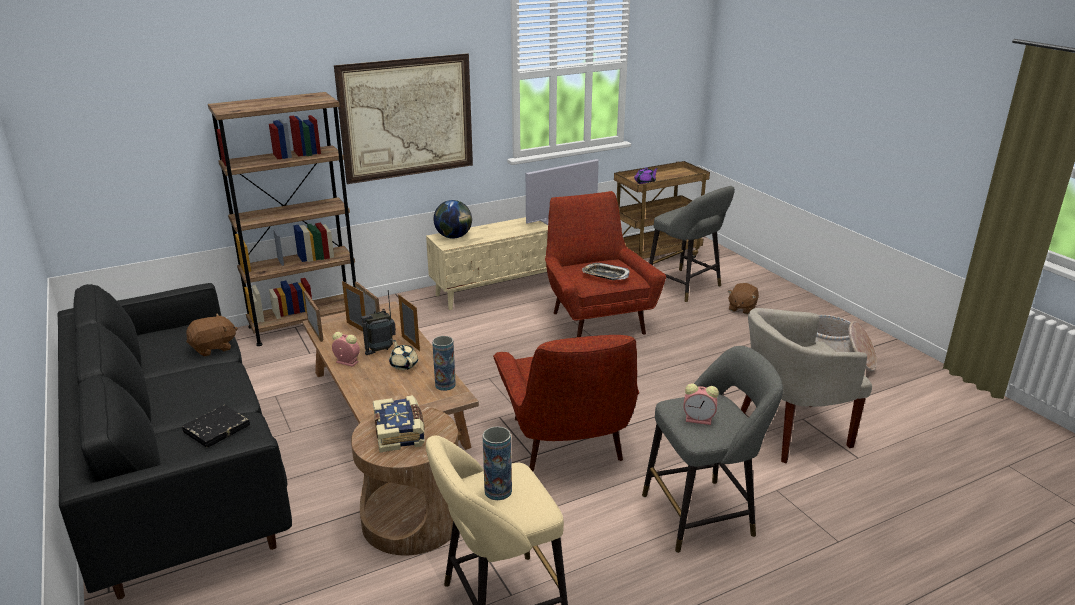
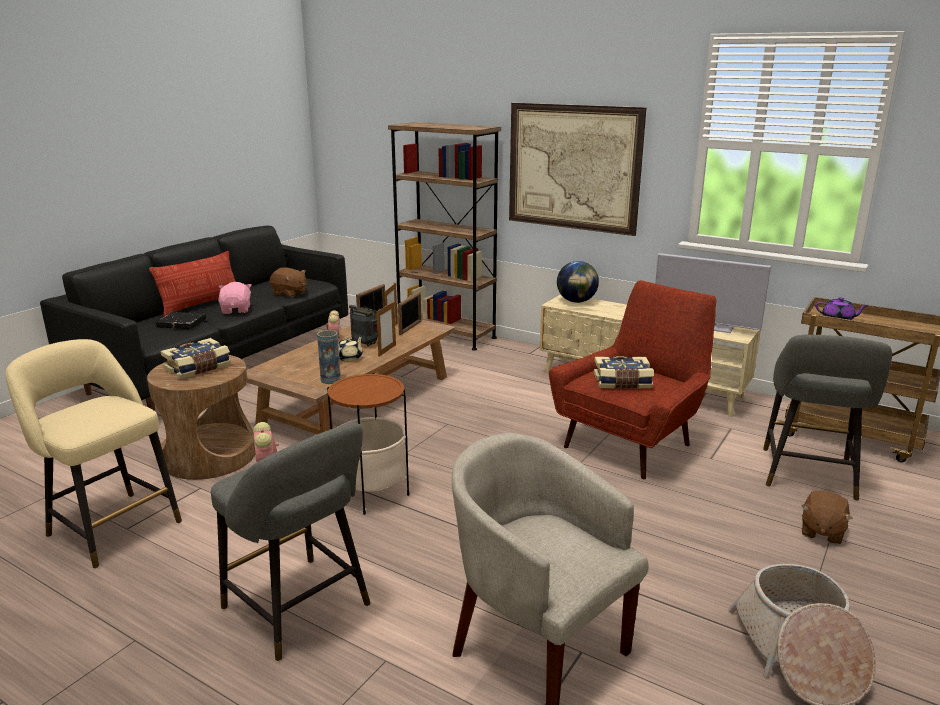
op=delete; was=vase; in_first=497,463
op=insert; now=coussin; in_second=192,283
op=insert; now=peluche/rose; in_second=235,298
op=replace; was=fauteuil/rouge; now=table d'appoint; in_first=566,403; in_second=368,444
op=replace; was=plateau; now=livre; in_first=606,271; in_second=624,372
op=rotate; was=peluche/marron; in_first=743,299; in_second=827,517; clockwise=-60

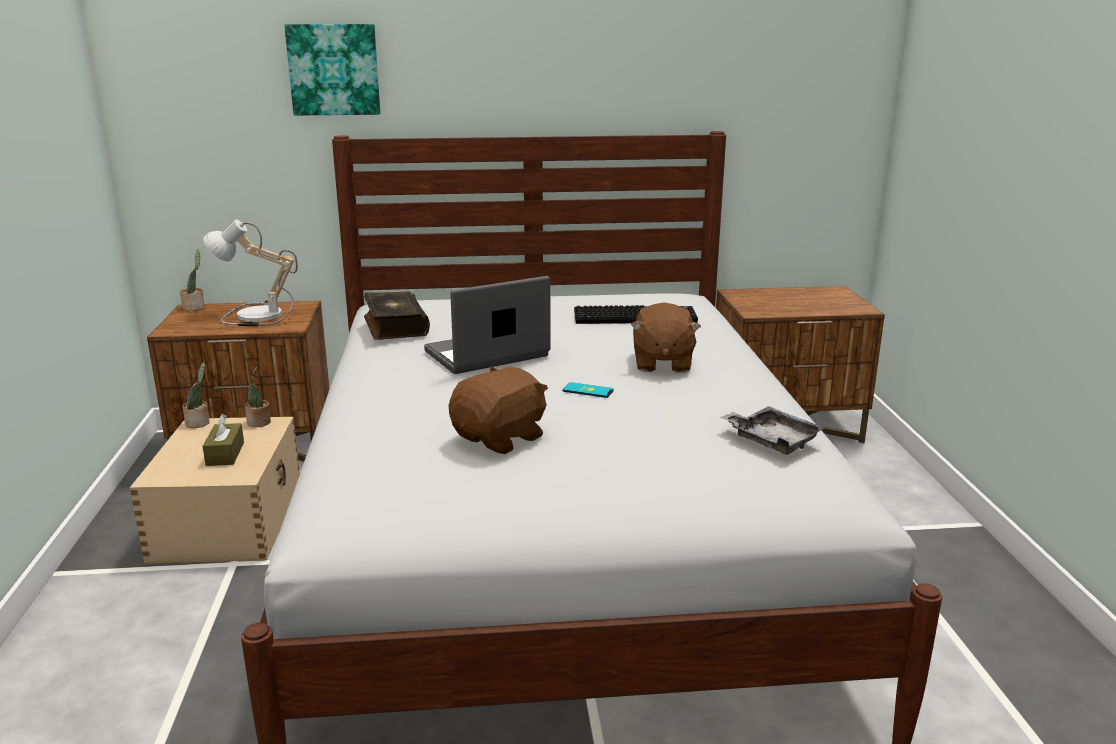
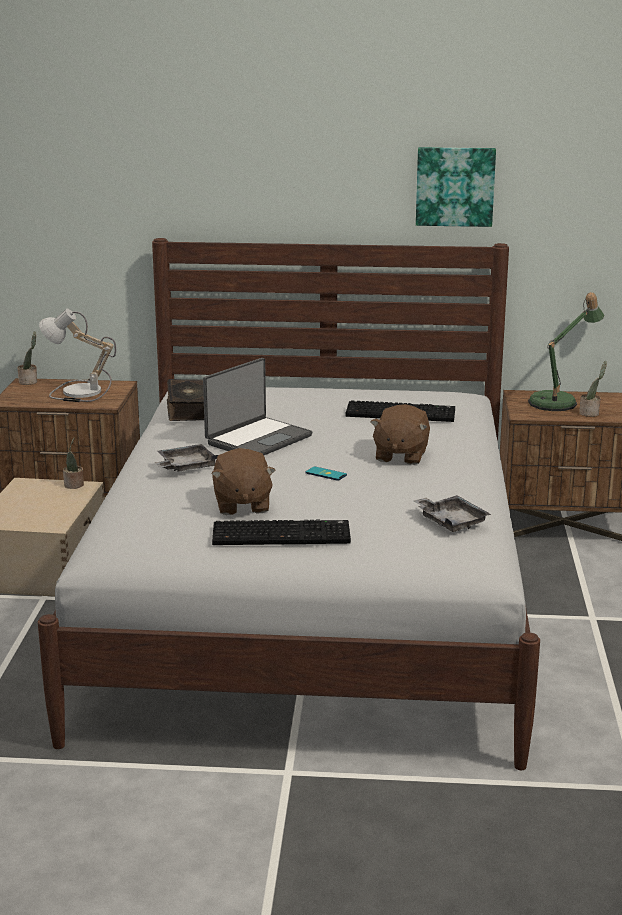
op=delete; was=boîte à mouchoirs/marron; in_first=223,440
op=insert; now=plateau/gris; in_second=186,458
op=insert; now=clavier; in_second=281,532
op=insert; now=lampe de table; in_second=566,351
op=move; was=plante en pot; in_first=196,395; in_second=593,389
op=move; was=tableau; in_first=332,70; in_second=456,187
op=rotate; was=ordinateur portable; in_first=487,325; in_second=257,406; clockwise=150
op=rotate; was=peluche/marron; in_first=498,410; in_second=243,481; clockwise=120

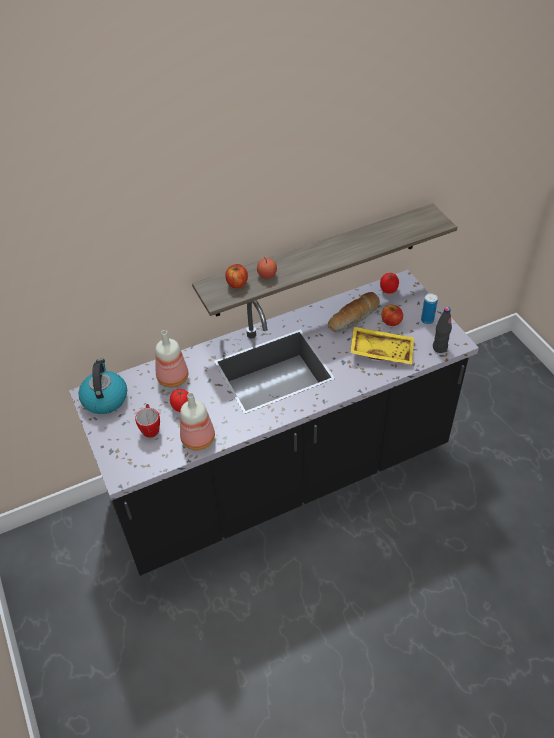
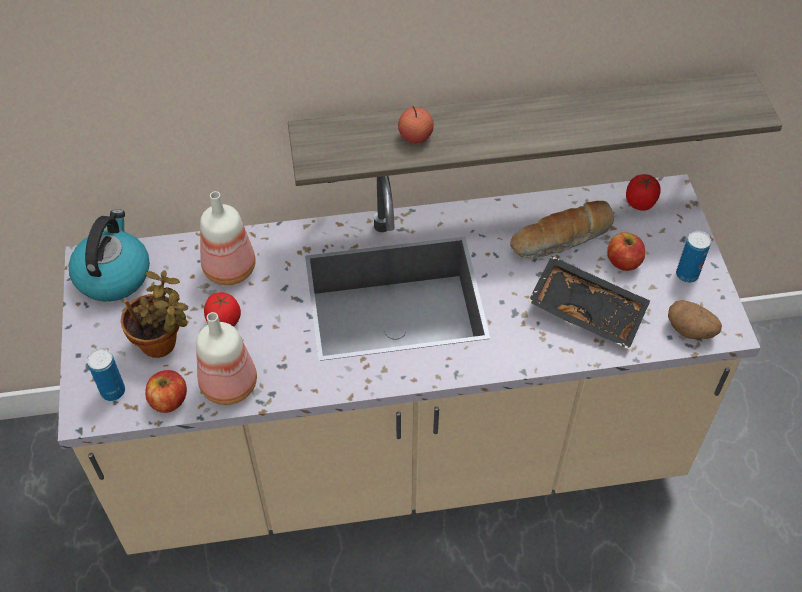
op=insert; now=boîte métallique; in_second=106,374
op=move; was=pomme; in_first=237,276; in_second=166,391
op=replace; was=mug; now=plante en pot; in_first=147,421; in_second=154,314
op=replace; was=bouteille/noir; now=pomme de terre; in_first=442,330; in_second=695,319
op=recolor; was=comptoir de cuisine/noir; now=comptoir de cuisine/beige; in_first=274,423; in_second=409,364
op=recolor; was=plateau/jaune; now=plateau/noir; in_first=382,346; in_second=589,302

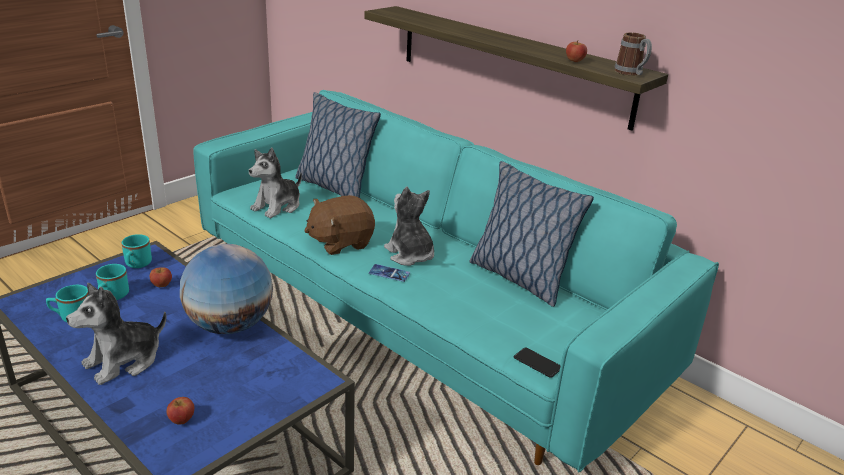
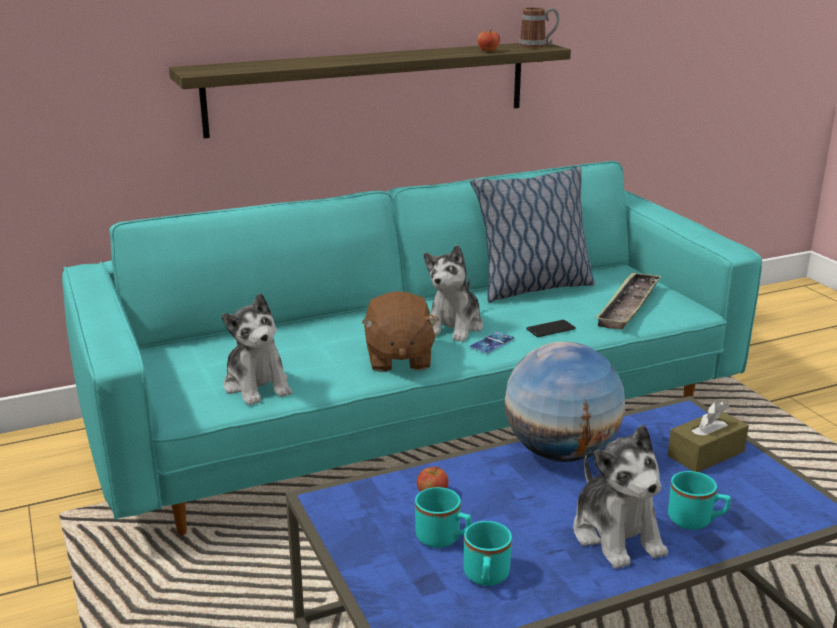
op=delete; was=pomme; in_first=180,411
op=delete; was=coussin; in_first=338,145
op=insert; now=plateau; in_second=628,301
op=insert; now=boîte à mouchoirs/marron; in_second=708,436
op=move; was=mug/turquoise; in_first=137,251; in_second=699,500
op=move; was=téléphone; in_first=537,363; in_second=551,328
op=rotate; was=peluche; in_first=409,226; in_second=453,293; clockwise=-60

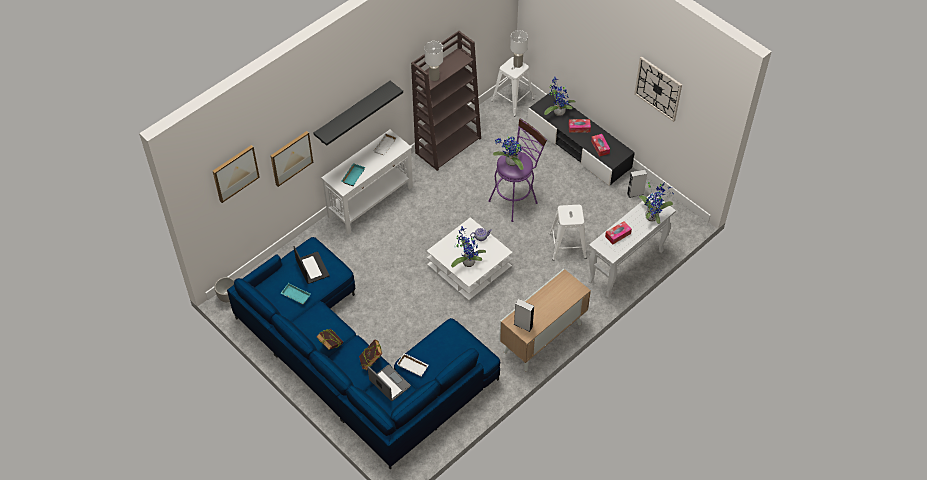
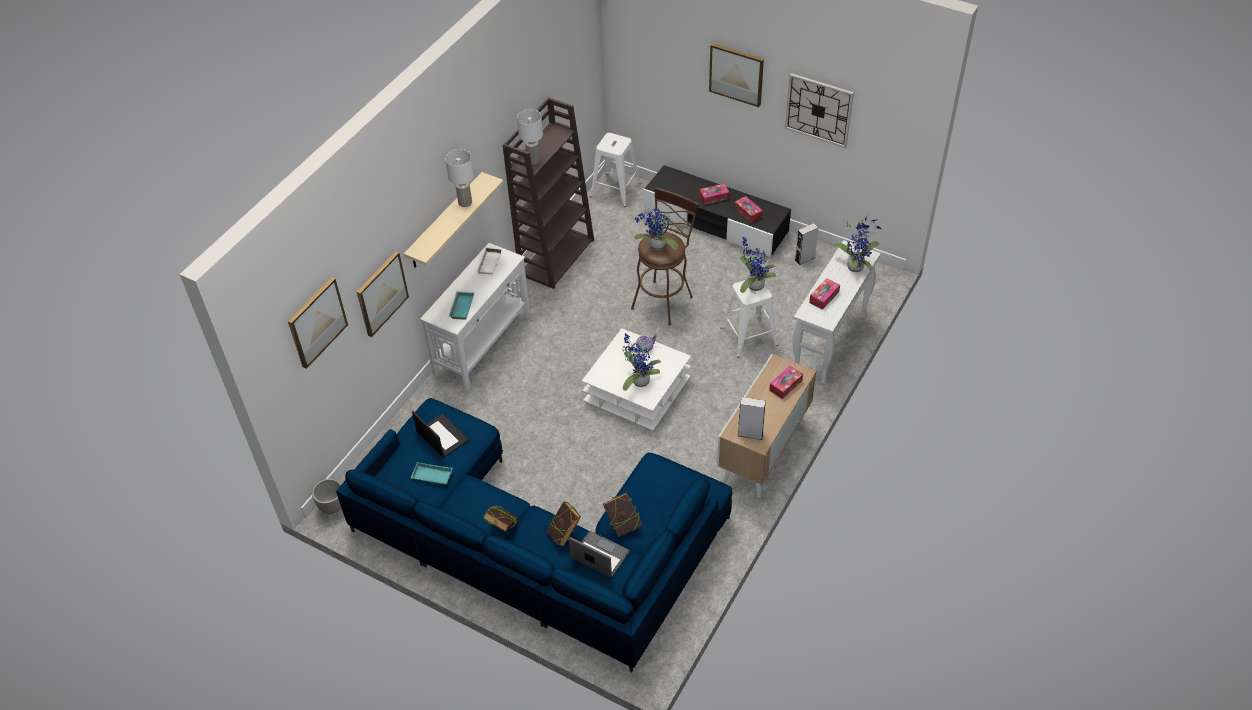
op=insert; now=tableau; in_second=736,75
op=insert; now=boîte à mouchoirs; in_second=786,382
op=move; was=lampe de table/blanc; in_first=519,49; in_second=459,178
op=move; was=plante en pot; in_first=560,96; in_second=757,265
op=replace; was=plateau/blanc; now=livre; in_first=413,365; in_second=622,514
op=recolor; was=étagère/noir; now=étagère/beige; in_first=358,113; in_second=454,220
op=recolor; was=tabouret/violet; now=tabouret/marron; in_first=517,170; in_second=665,256

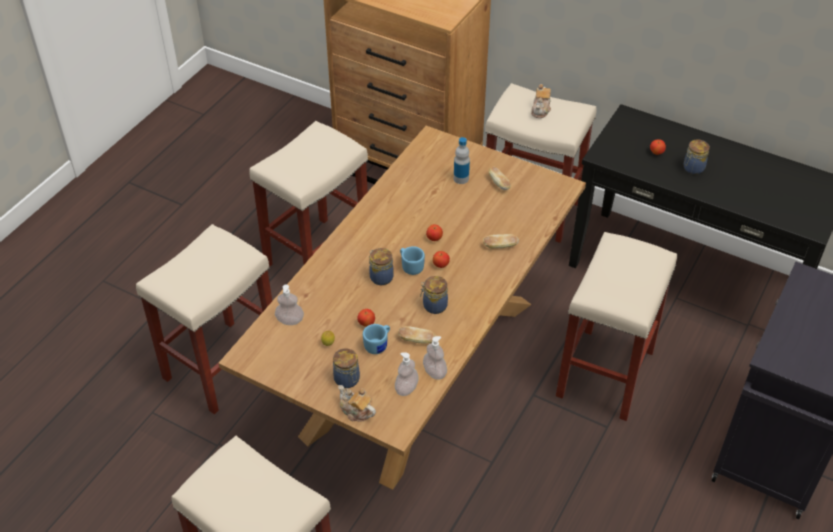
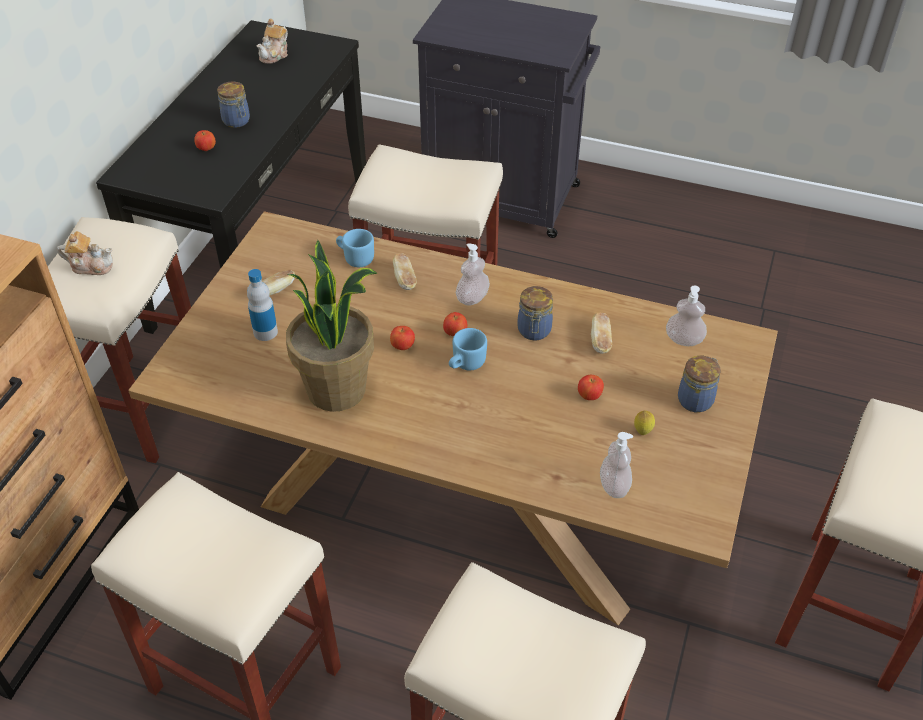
op=delete; was=bocal; in_first=381,266
op=insert; now=plante en pot; in_second=332,326
op=move; was=théière; in_first=357,403; in_second=272,41
op=move; was=mug/bleu; in_first=376,339; in_second=355,248
op=move; was=distributeur de savon; in_first=435,357; in_second=473,274

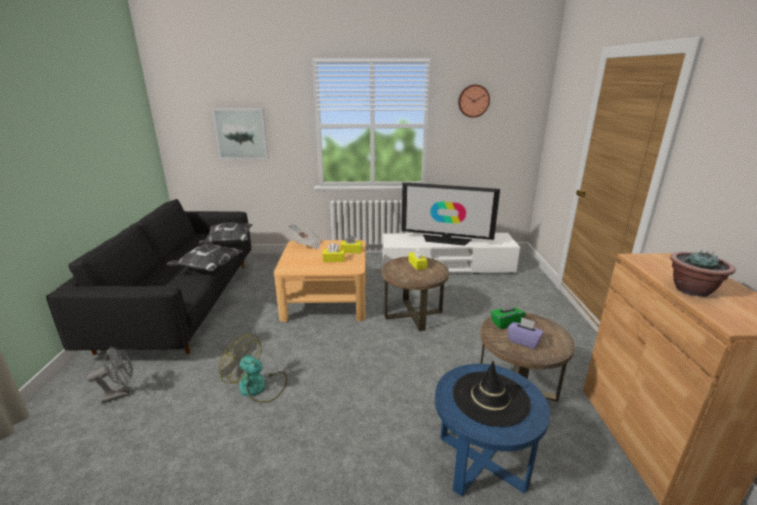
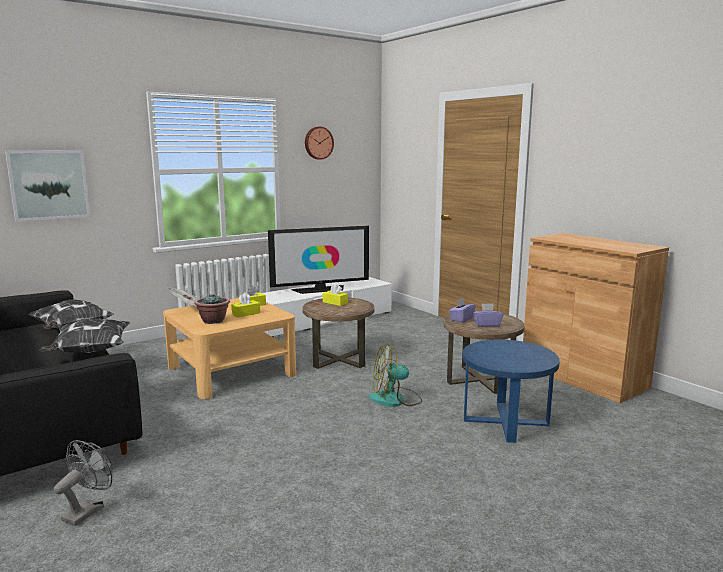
op=delete; was=chapeau/noir; in_first=492,394
op=move; was=ventilateur; in_first=253,368; in_second=395,375
op=move; was=plante en pot; in_first=703,273; in_second=212,308
op=recolor; was=boîte à mouchoirs/vert; now=boîte à mouchoirs/violet; in_first=508,315; in_second=462,310

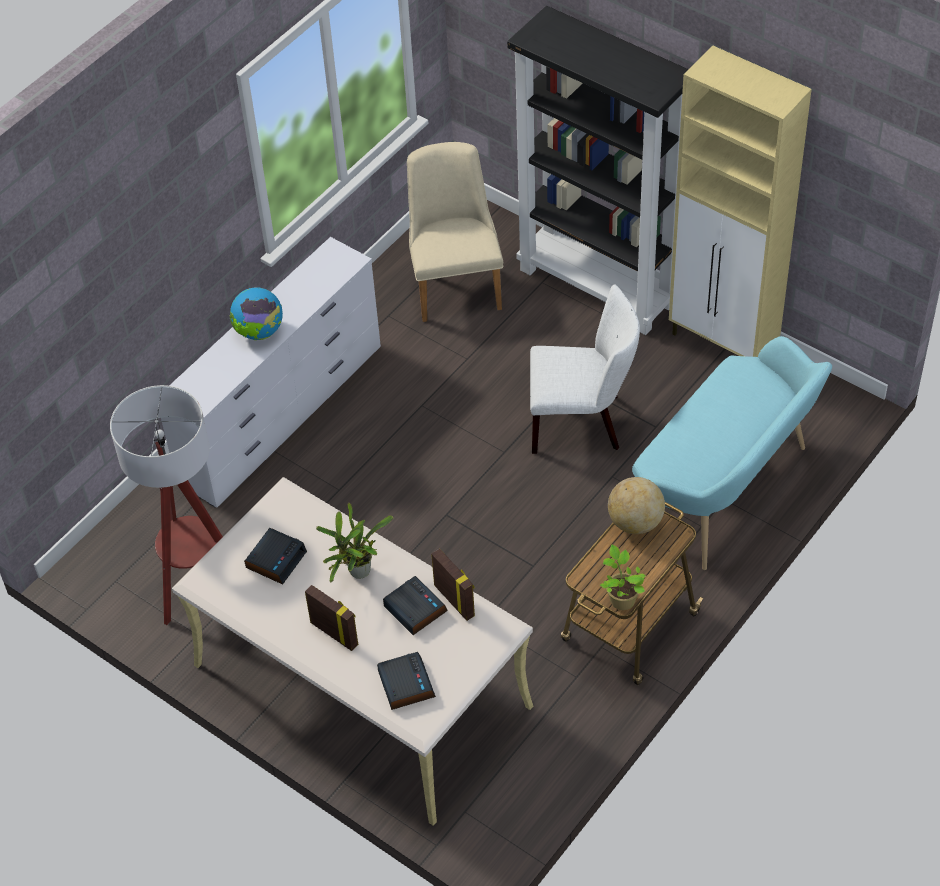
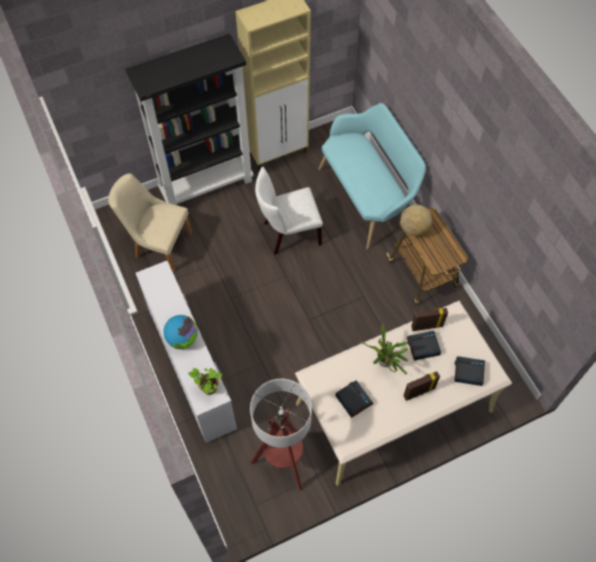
op=move; was=plante en pot; in_first=623,577; in_second=205,381
op=rotate; was=chaise/blanc; in_first=585,369; in_second=289,211; clockwise=-135

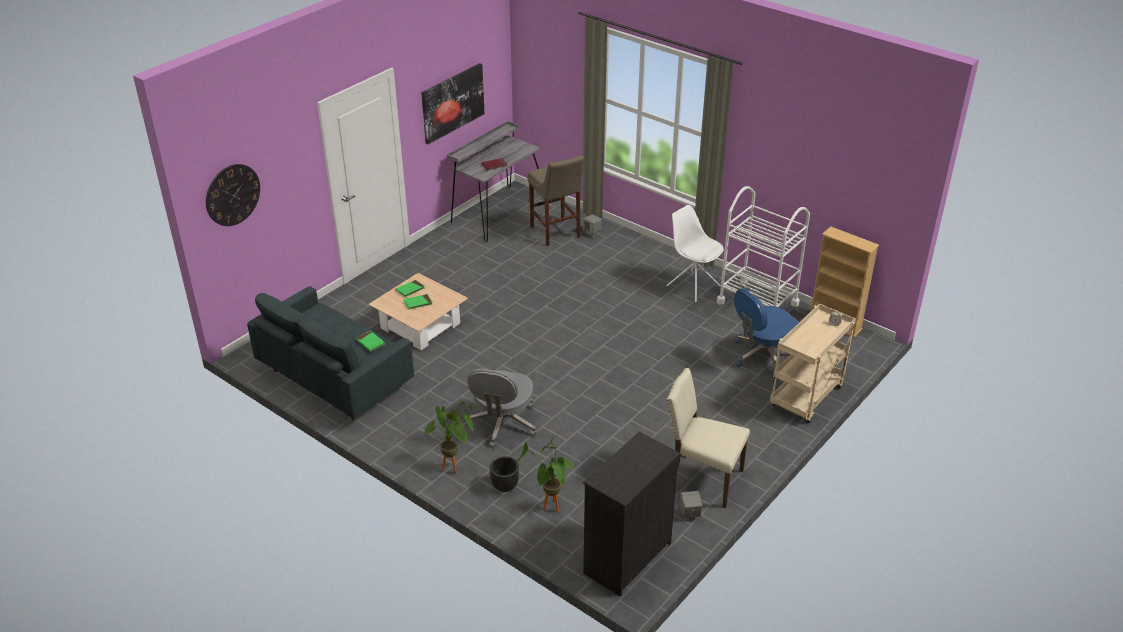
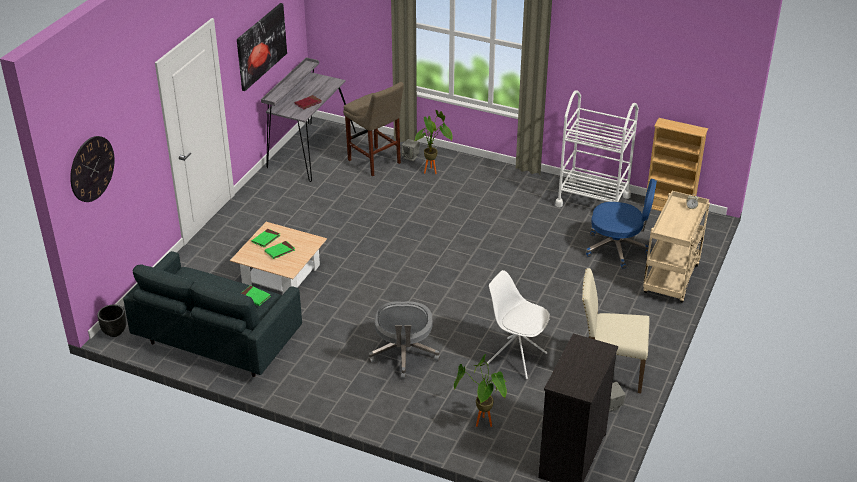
op=move; was=plante en pot; in_first=449,435; in_second=434,142
op=move; was=cache-pot/noir; in_first=504,474; in_second=111,321
op=move; was=chaise/blanc; in_first=695,253; in_second=518,324
op=rotate; was=chaise de bureau/bleu; in_first=766,327; in_second=621,224; clockwise=-120

